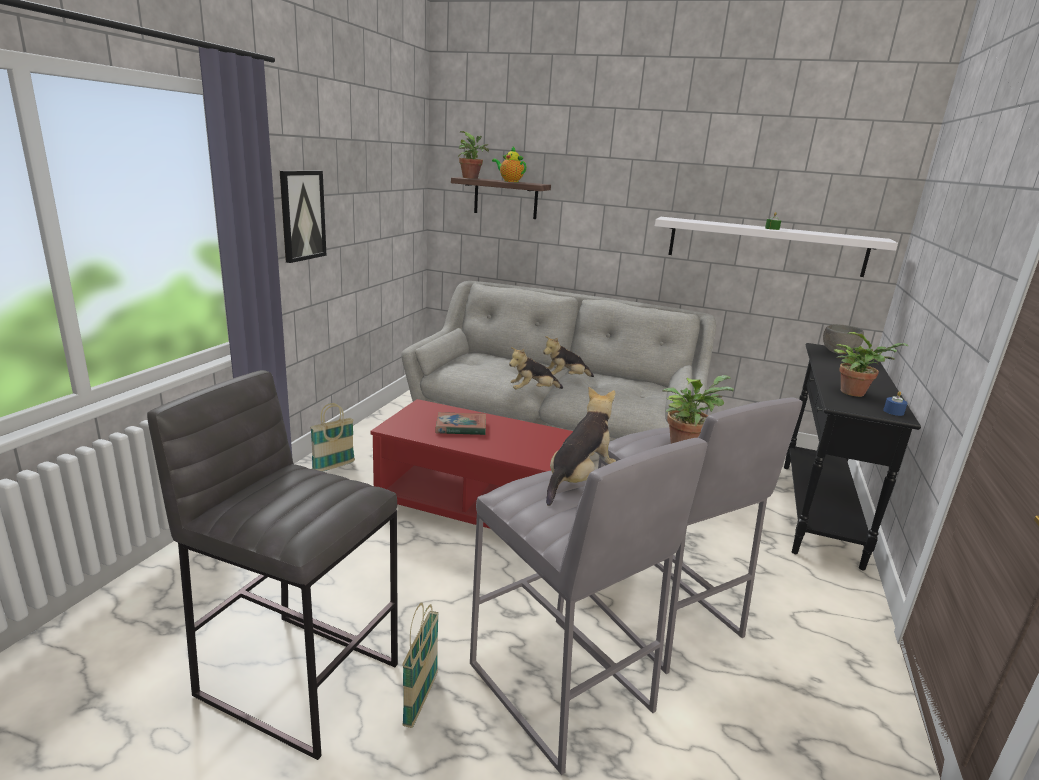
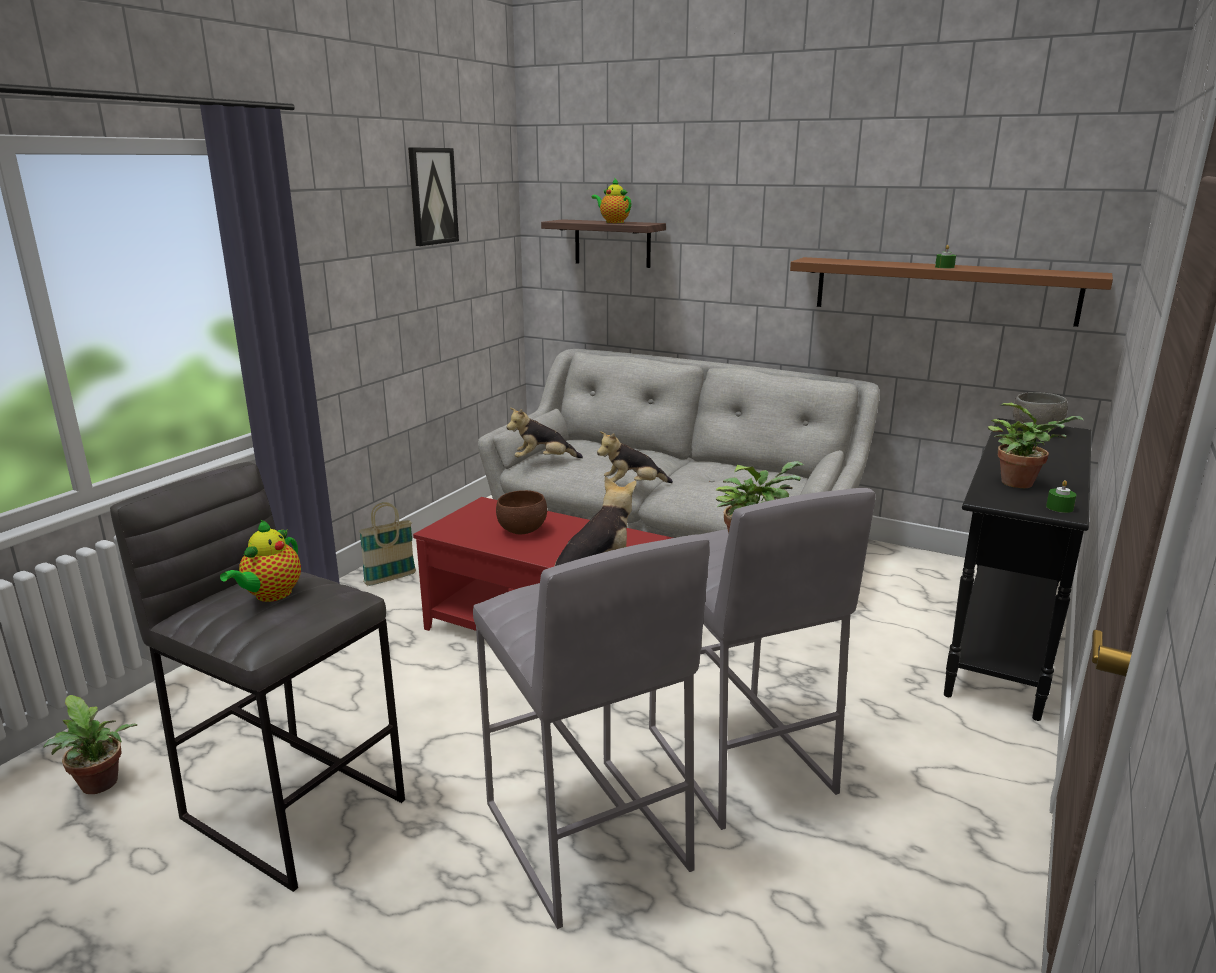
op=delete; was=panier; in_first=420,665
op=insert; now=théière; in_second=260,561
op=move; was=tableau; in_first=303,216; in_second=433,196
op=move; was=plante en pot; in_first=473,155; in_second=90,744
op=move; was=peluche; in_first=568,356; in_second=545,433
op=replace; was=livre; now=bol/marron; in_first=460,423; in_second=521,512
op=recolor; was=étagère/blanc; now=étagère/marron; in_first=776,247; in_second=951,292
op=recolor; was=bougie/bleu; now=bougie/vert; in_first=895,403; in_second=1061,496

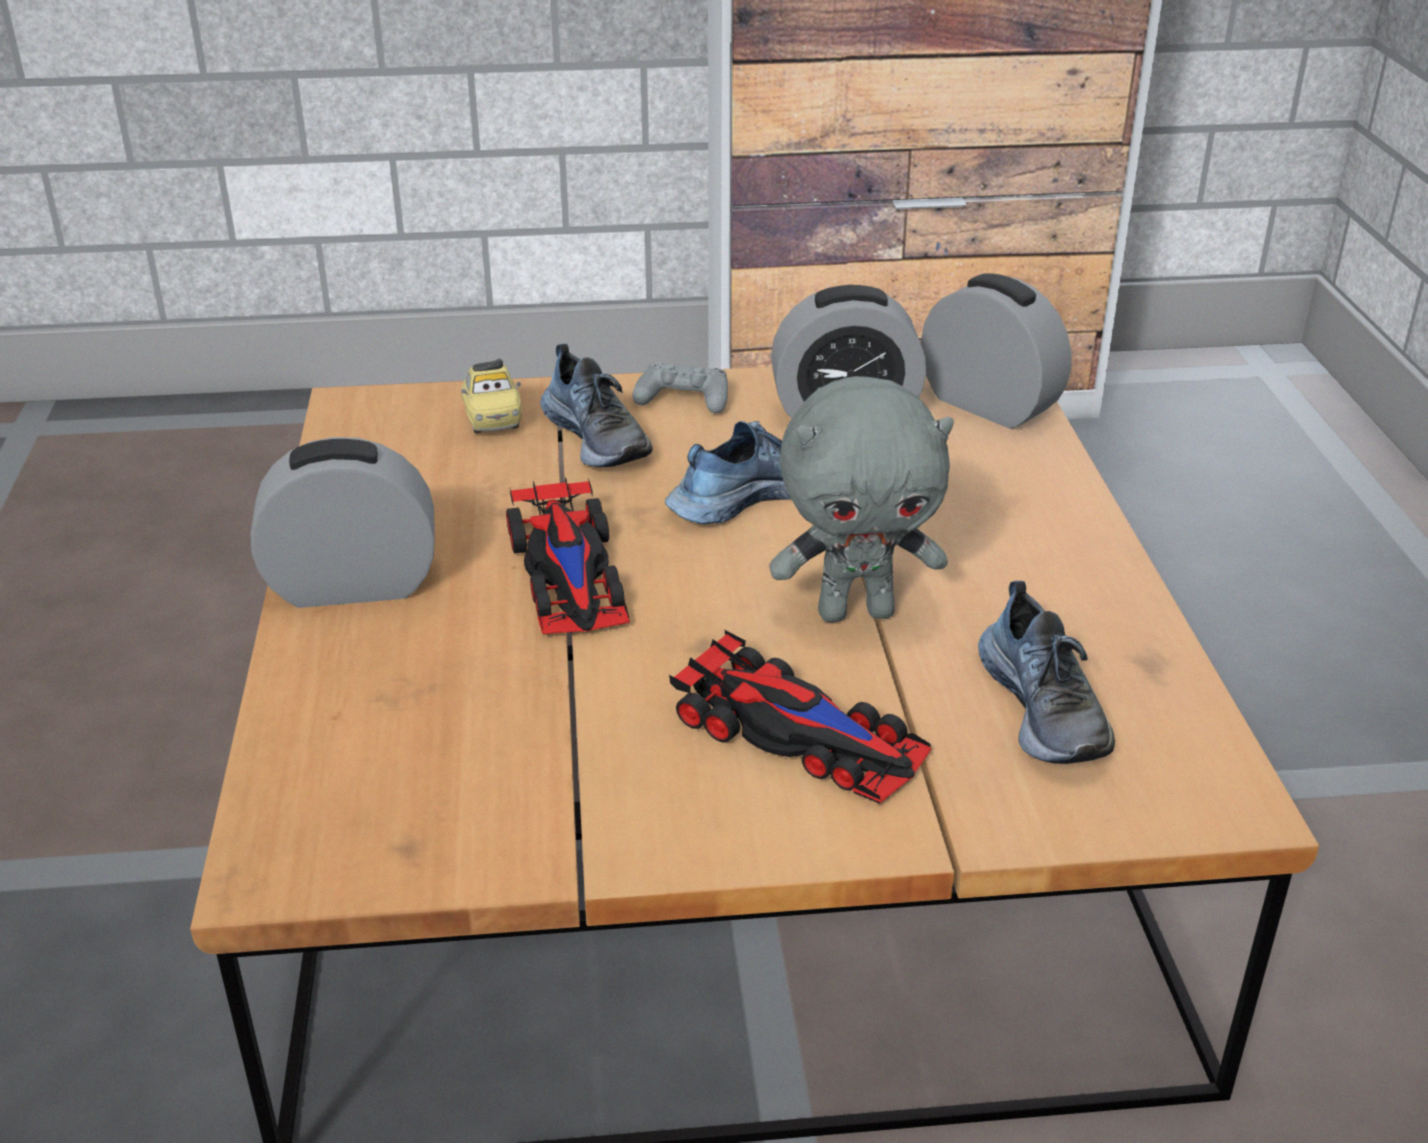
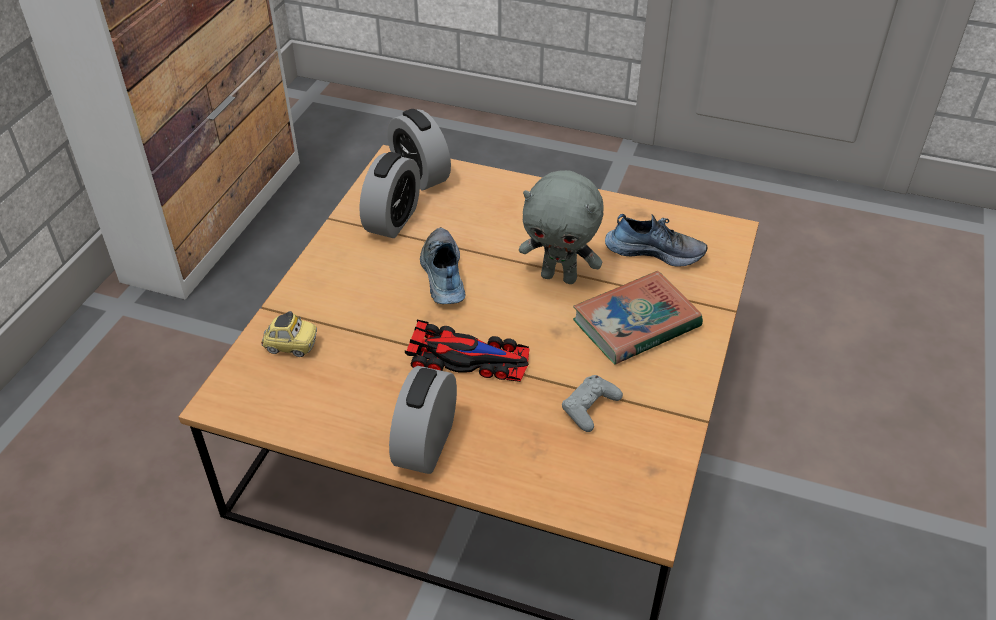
op=delete; was=chaussure; in_first=596,405
op=move; was=manette/gris; in_first=680,388; in_second=592,403
op=replace; was=petite voiture; now=livre; in_first=800,717; in_second=638,318
op=rotate; was=peluche/gris; in_first=861,499; in_second=561,227; clockwise=90
op=rotate; was=réveil; in_first=996,351; in_second=419,150; clockwise=-105

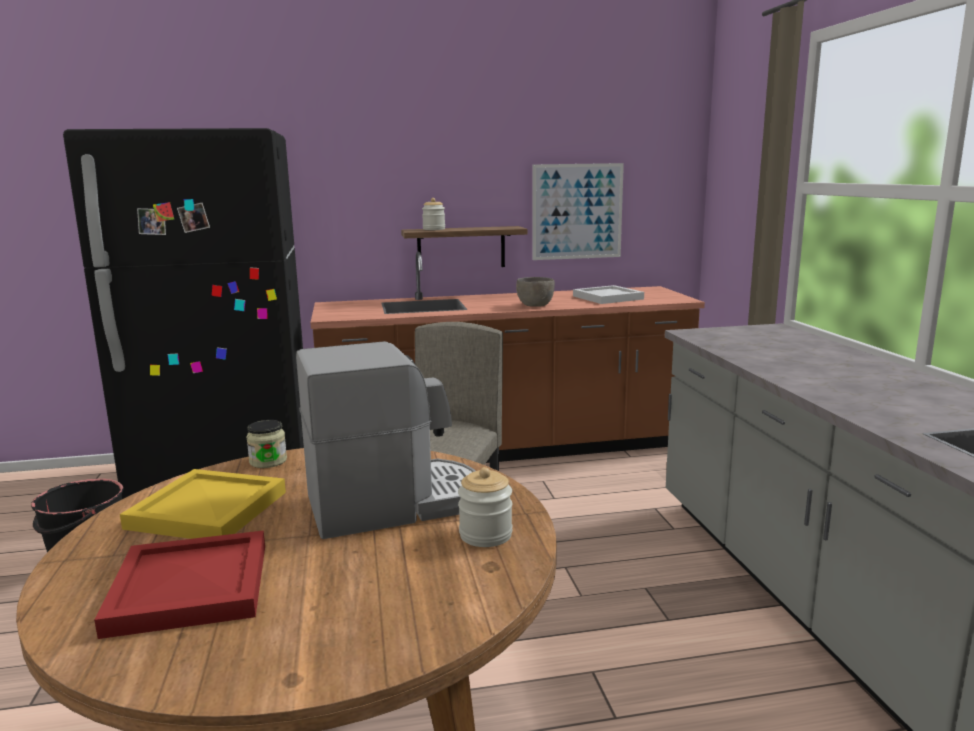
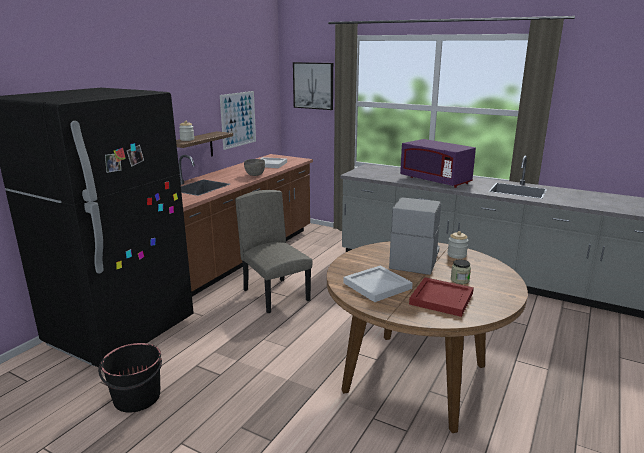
op=insert; now=tableau; in_second=313,86
op=insert; now=micro-ondes/violet; in_second=438,163
op=move; was=bocal; in_first=266,444; in_second=461,271
op=recolor; was=plateau/jaune; now=plateau/blanc; in_first=203,504; in_second=378,284

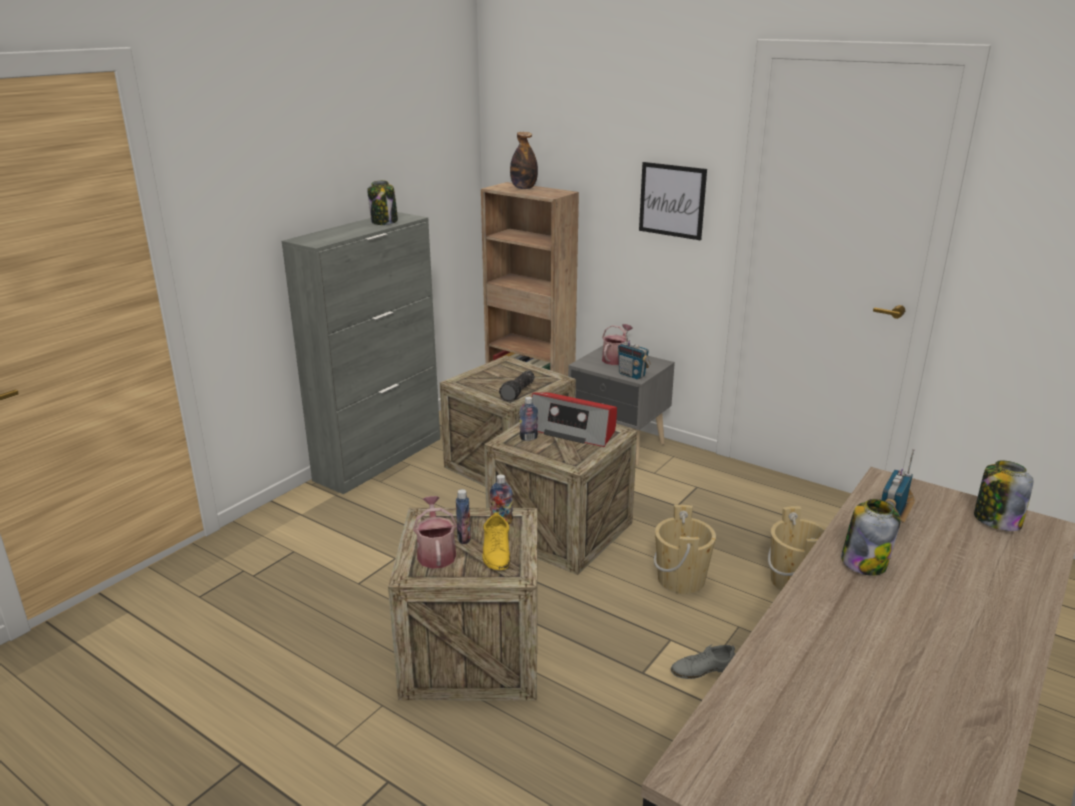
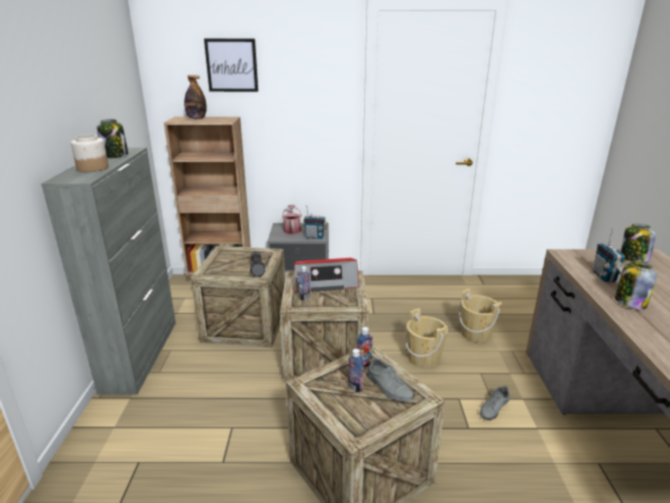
op=delete; was=arrosoir; in_first=435,532
op=insert; now=bocal; in_second=90,153
op=move; was=tableau; in_first=673,201; in_second=231,65
op=recolor; was=chaussure/jaune; now=chaussure/gris; in_first=496,541; in_second=390,379

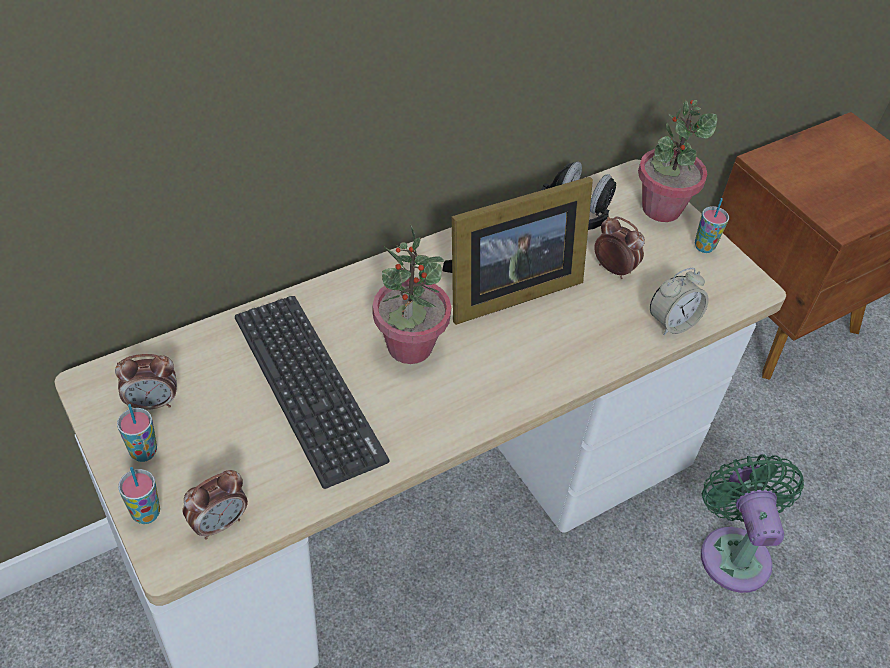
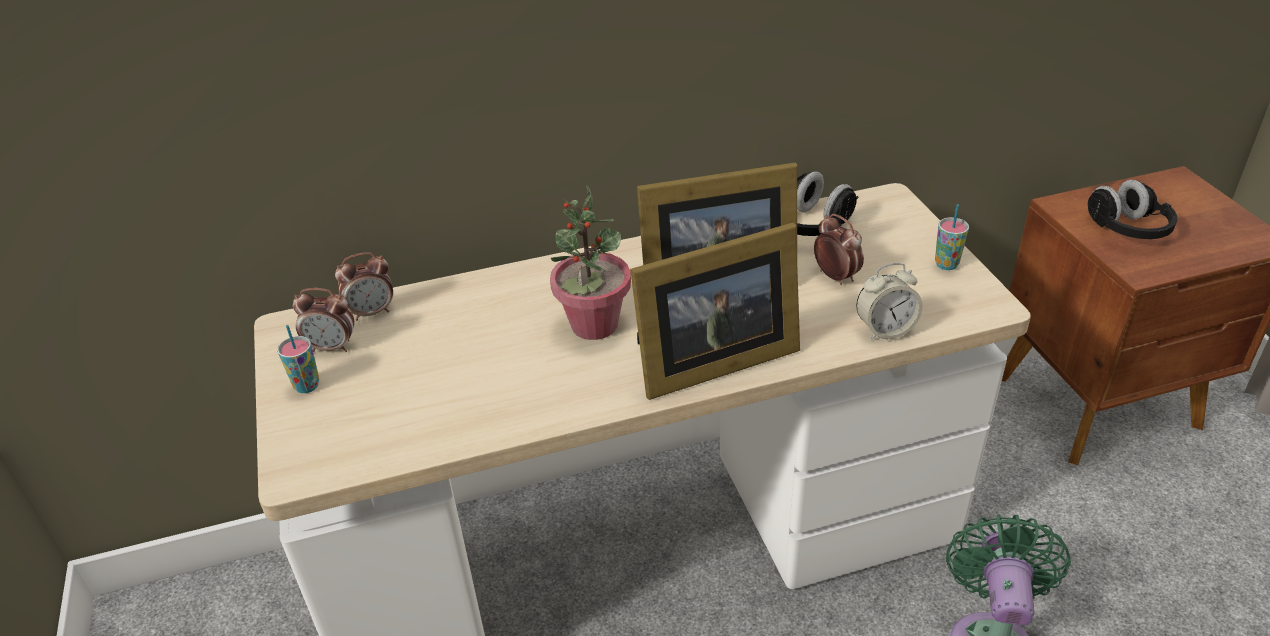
op=delete; was=tasse; in_first=139,495
op=delete; was=clavier; in_first=312,392
op=delete; was=plante en pot; in_first=677,161
op=insert; now=cadre photo; in_second=715,311
op=insert; now=casque audio/noir; in_second=1133,209
op=move; was=réveil; in_first=215,505; in_second=364,286

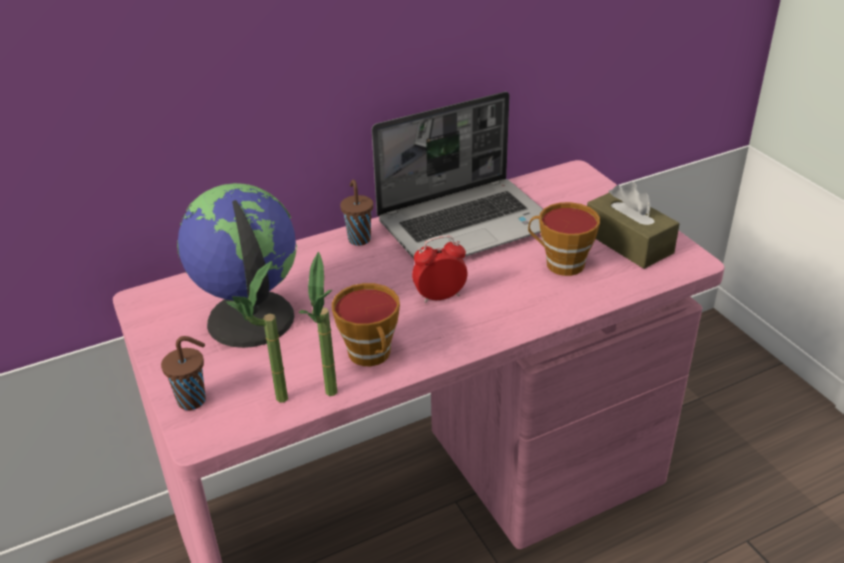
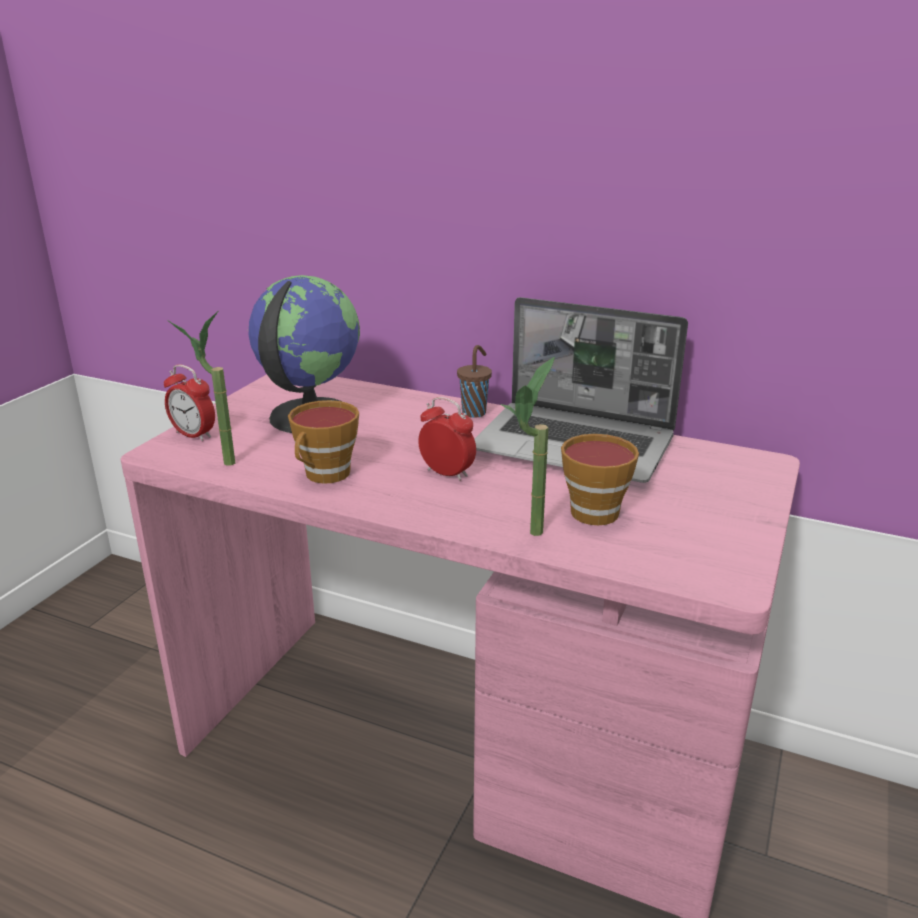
op=delete; was=boîte à mouchoirs/marron; in_first=633,225
op=move; was=plante en pot; in_first=317,323; in_second=528,446
op=replace; was=tasse/marron; now=réveil; in_first=183,373; in_second=189,402

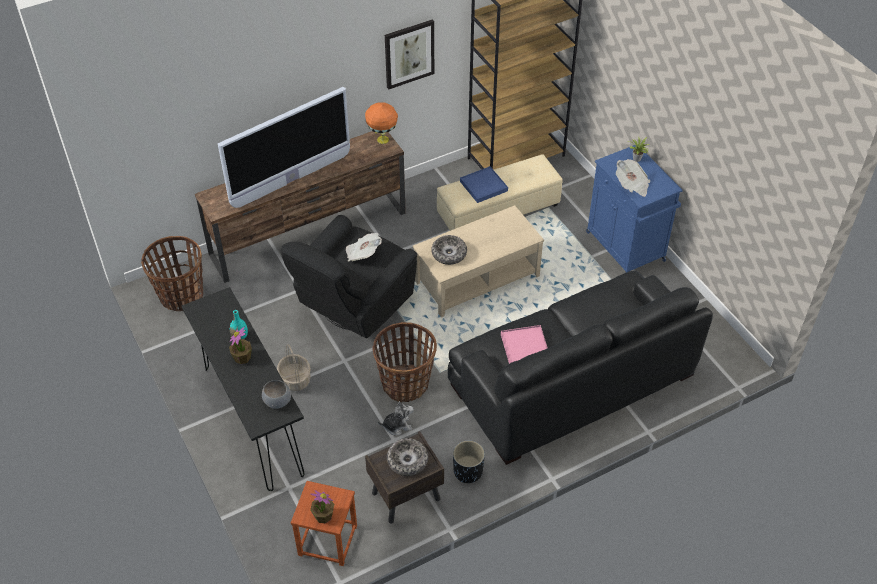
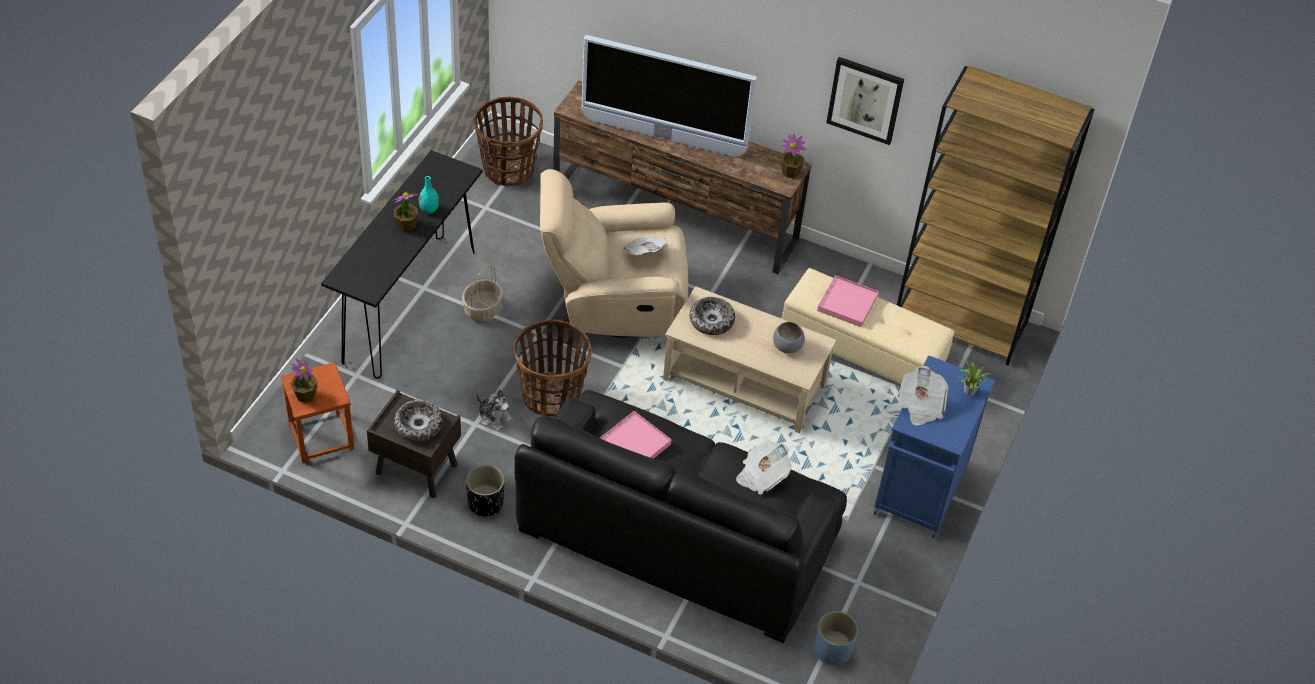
op=insert; now=journal; in_second=764,467
op=insert; now=cache-pot/bleu; in_second=836,638
op=move; was=bol/gris; in_first=276,394; in_second=789,338
op=replace; was=lampe de table/orange; now=plante en pot; in_first=381,123; in_second=793,156
op=recolor; was=fauteuil/noir; now=fauteuil/beige; in_first=348,276; in_second=614,253
op=recolor; was=plateau/bleu; now=plateau/rose; in_first=484,184; in_second=848,301

